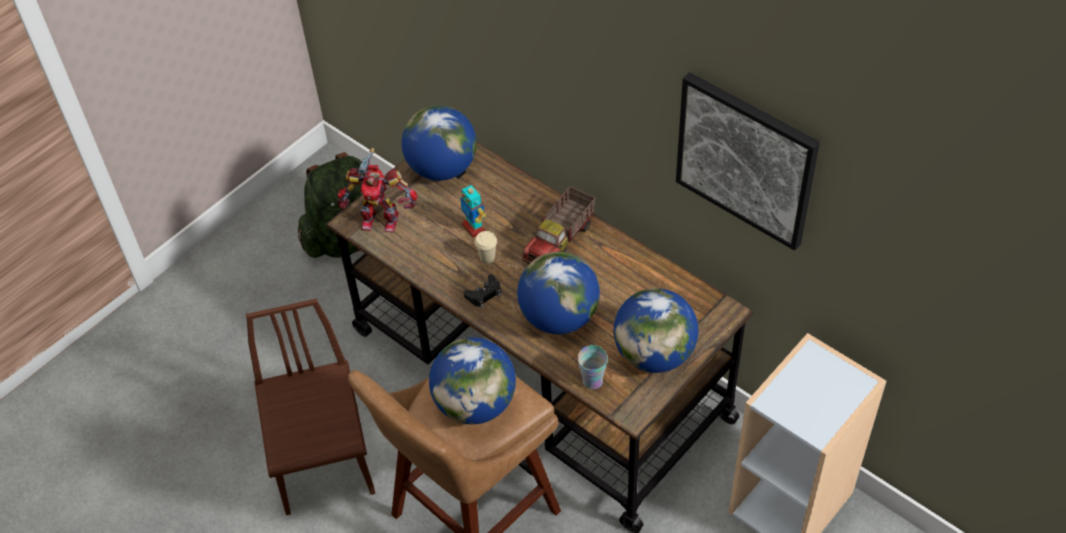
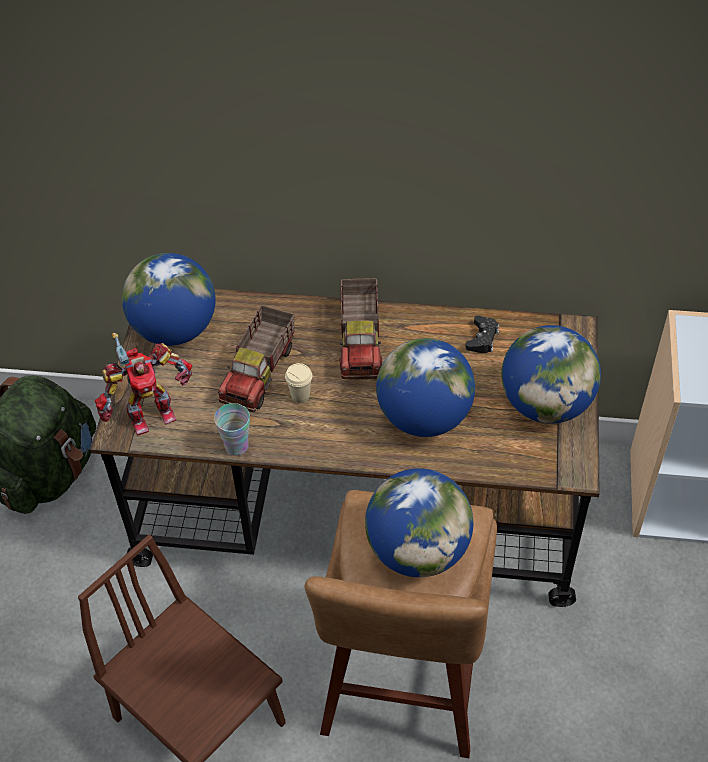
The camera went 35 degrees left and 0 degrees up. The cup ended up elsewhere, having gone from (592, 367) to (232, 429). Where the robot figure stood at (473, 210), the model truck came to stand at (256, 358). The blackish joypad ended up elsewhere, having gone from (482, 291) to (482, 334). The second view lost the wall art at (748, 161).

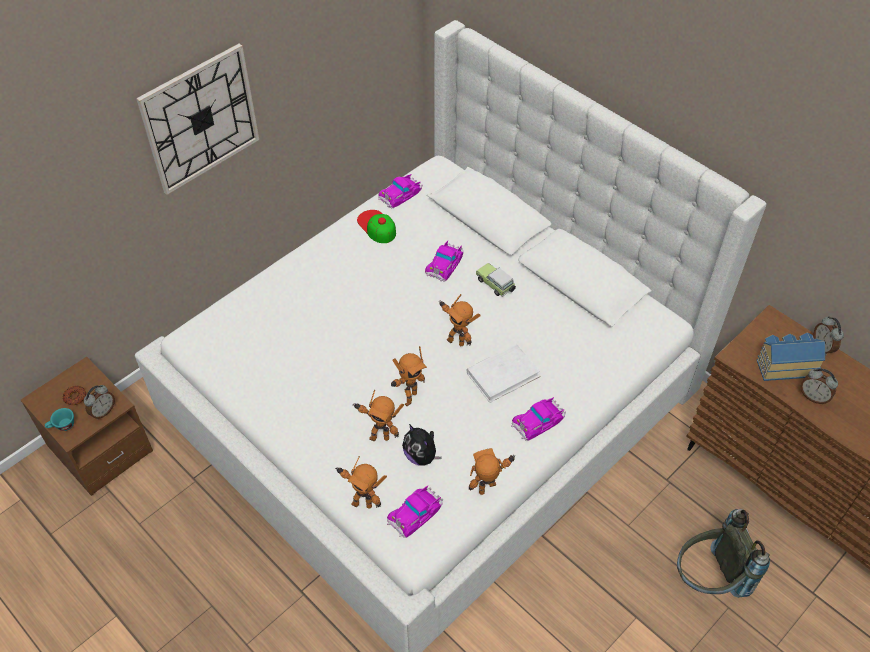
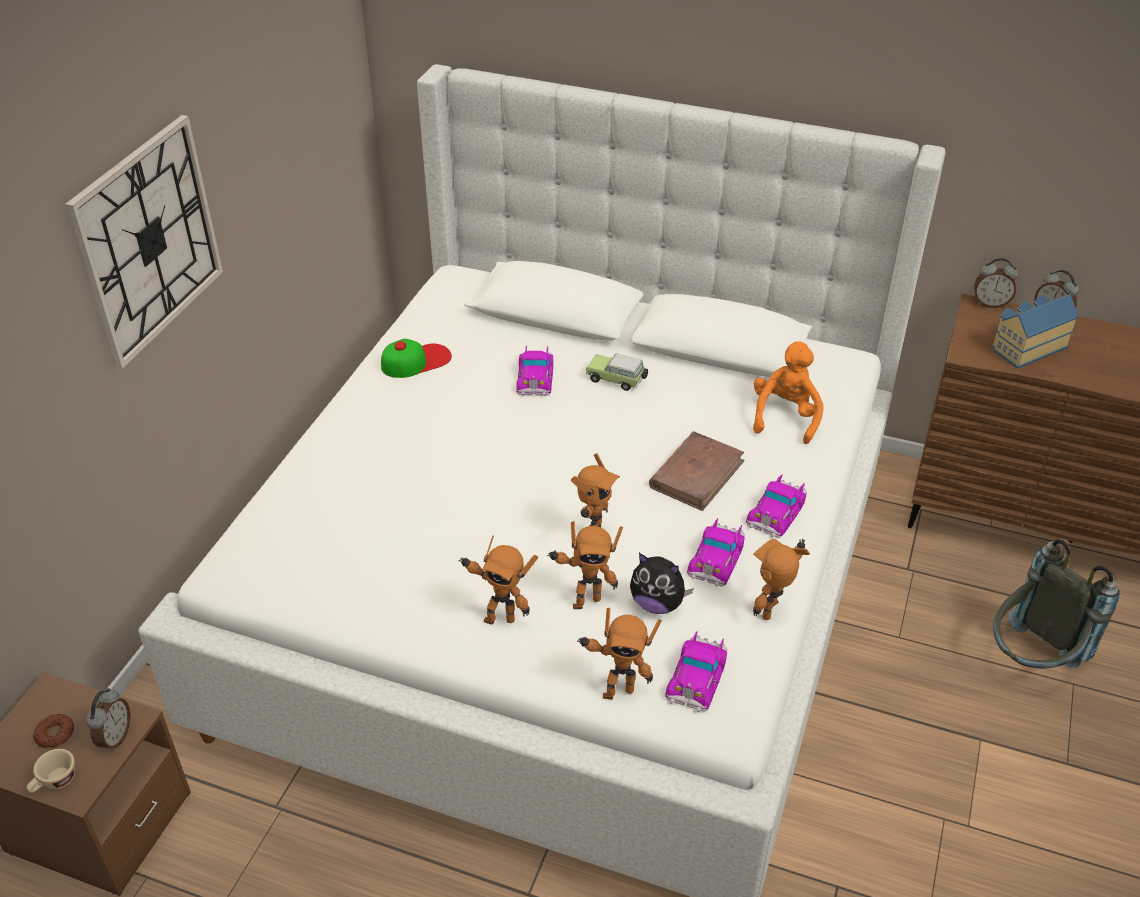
The camera went 25 degrees left and 10 degrees down. What was the blue-green cup at (59, 419) turned into the sand-coloured cup at (51, 771). The cap at (376, 226) ended up facing another way, 120 degrees clockwise from before. The robot figure ended up elsewhere, having gone from (459, 320) to (498, 580). What was the whitish bound book at (503, 373) turned into the brown bound book at (697, 471). The miniature car ended up elsewhere, having gone from (400, 191) to (716, 552). The second view gained the orange cuddly toy at (788, 392). The table clock ended up elsewhere, having gone from (819, 386) to (996, 283).

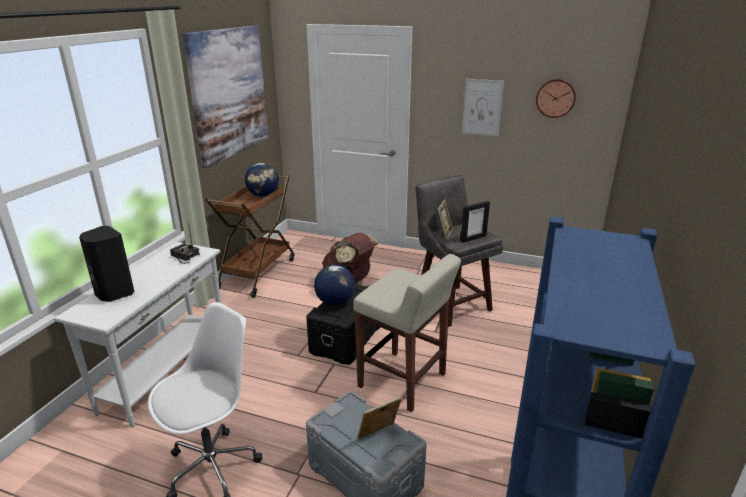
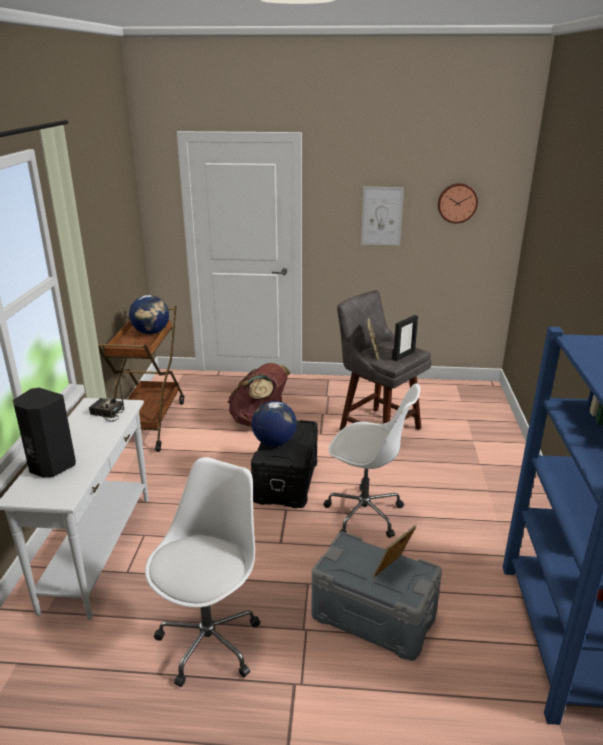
The camera went 15 degrees left and 0 degrees up. Where the sand-coloured stool seat stood at (407, 333), the whitish computer chair came to stand at (372, 460). The second view lost the wall art at (225, 96).

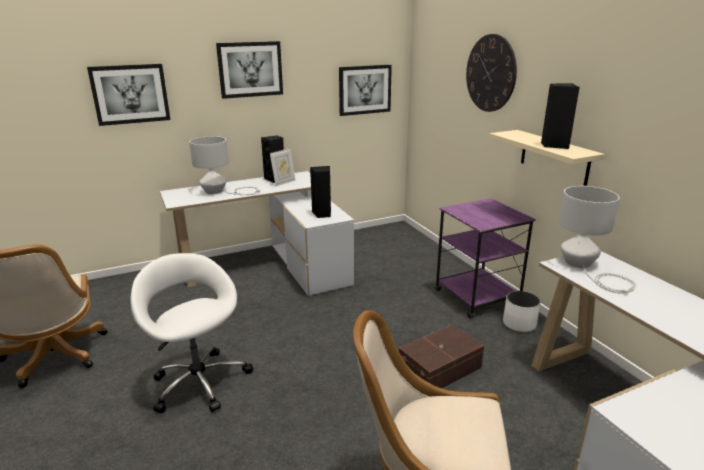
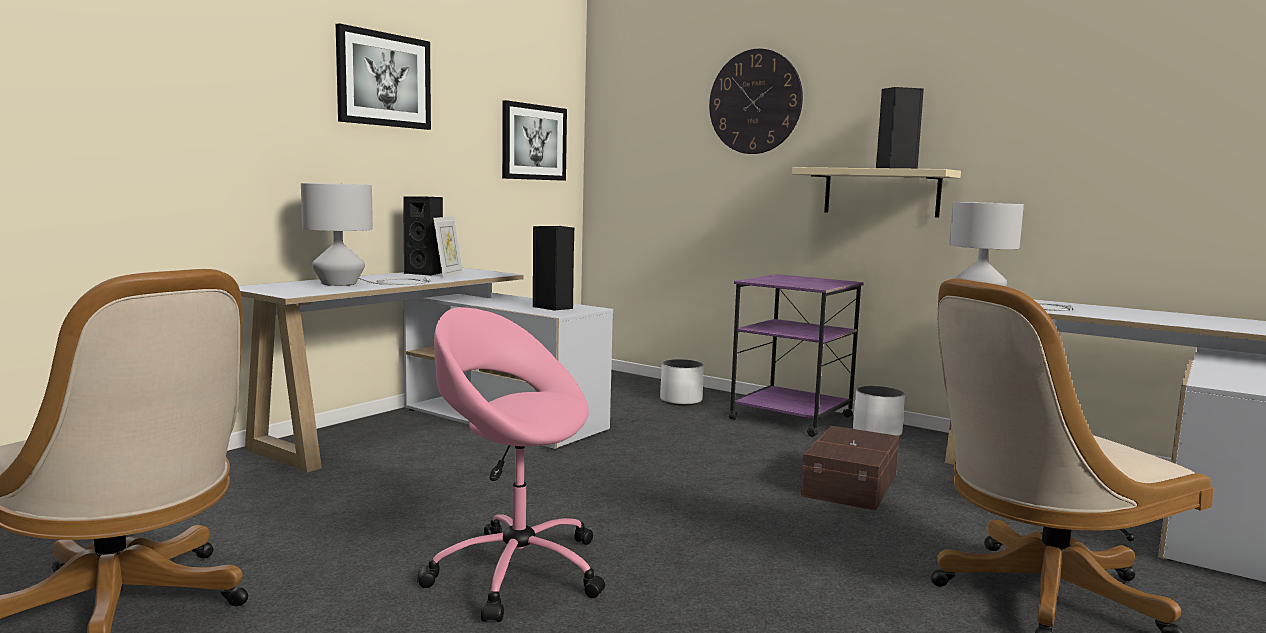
The camera went 30 degrees left and 15 degrees down. What was the whitish computer chair at (191, 333) turned into the pink-coloured computer chair at (511, 464). The second view gained the whitish plant pot at (682, 382). The second view lost the wall art at (128, 95).

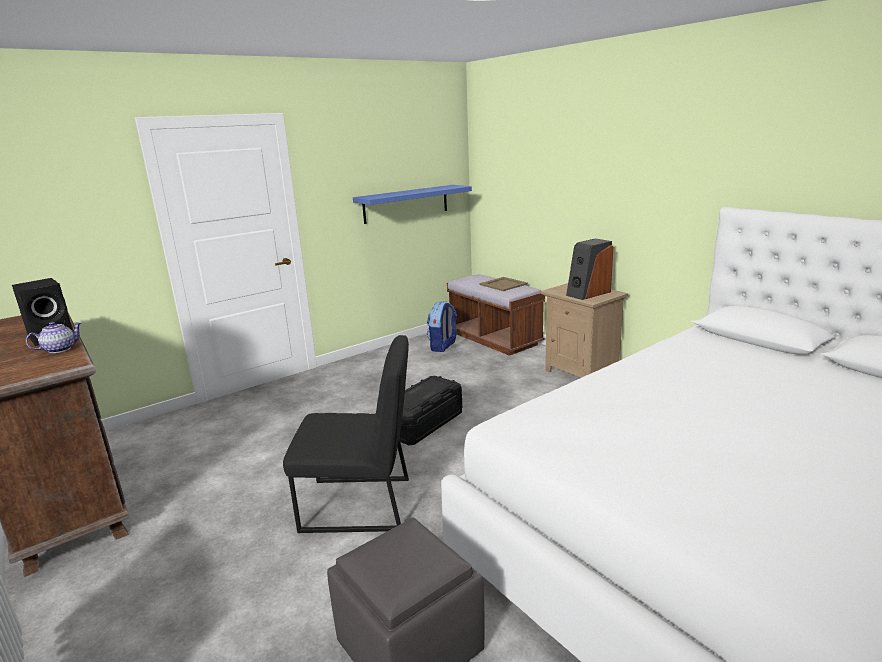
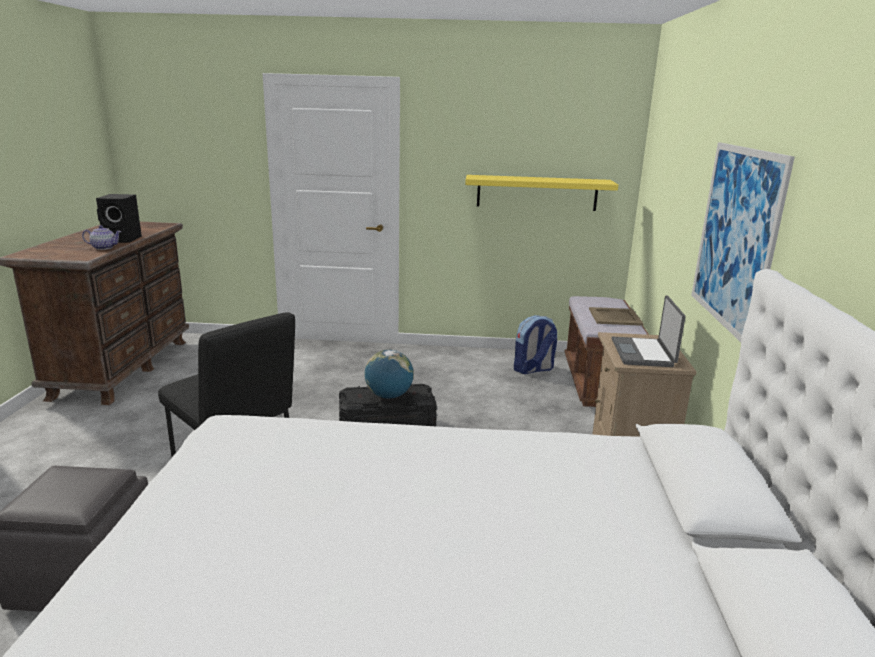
The camera went 40 degrees right and 0 degrees up. The second view gained the world globe at (389, 374). What was the blue-coloured wall shelf at (412, 204) turned into the yellow wall shelf at (541, 193). Where the audio speaker stood at (590, 269), the laptop came to stand at (648, 331). The second view gained the wall art at (743, 242).

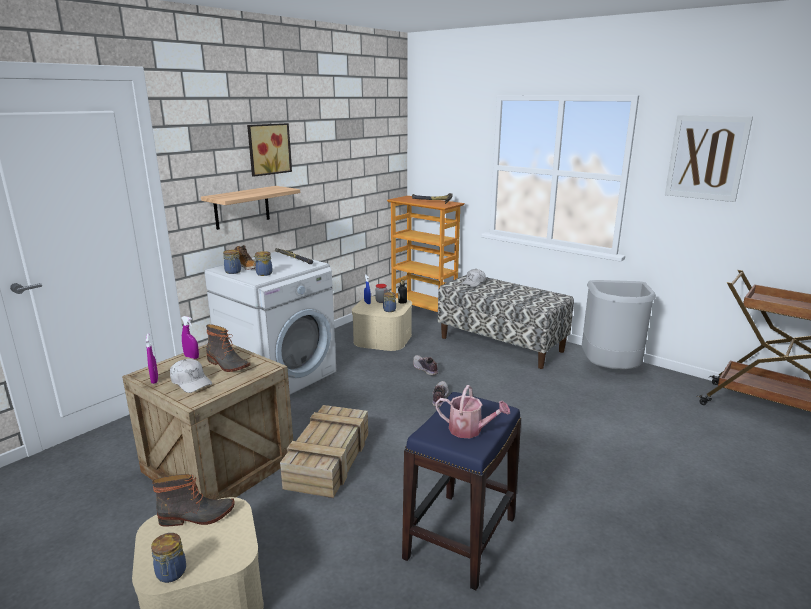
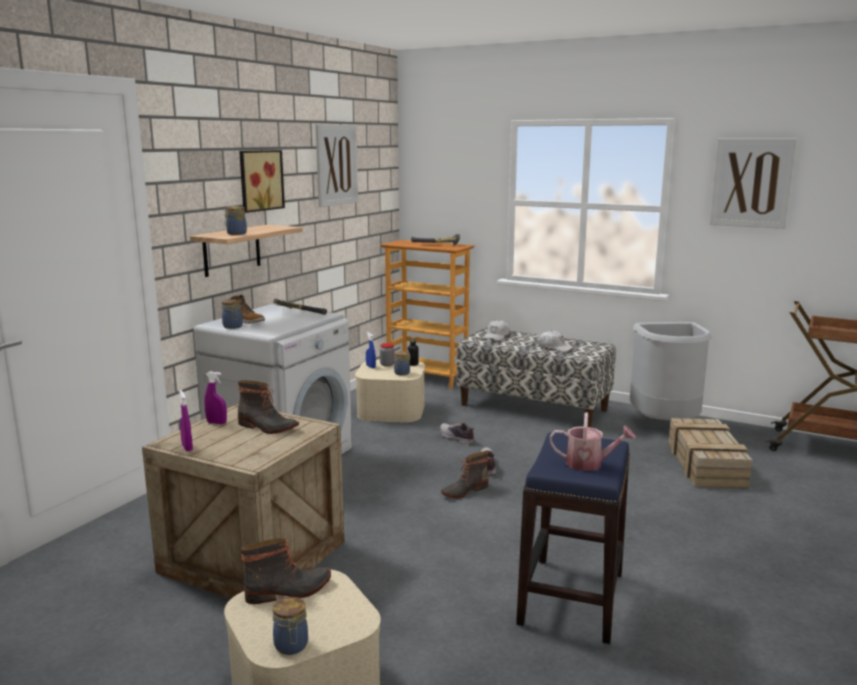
The camera went 10 degrees left and 5 degrees down. The jar ended up elsewhere, having gone from (263, 263) to (235, 220). The second view gained the wall art at (336, 165). The second view gained the high-top boot at (465, 475). The whitish cap ended up elsewhere, having gone from (191, 376) to (555, 341). The shipping crate ended up elsewhere, having gone from (324, 451) to (710, 453).

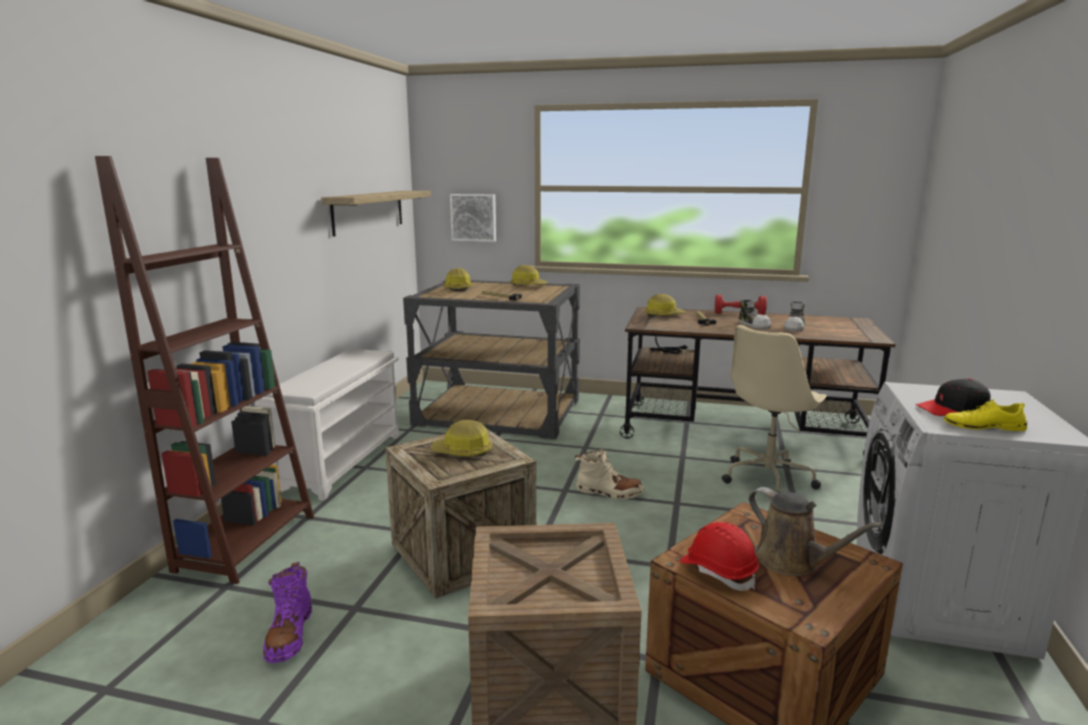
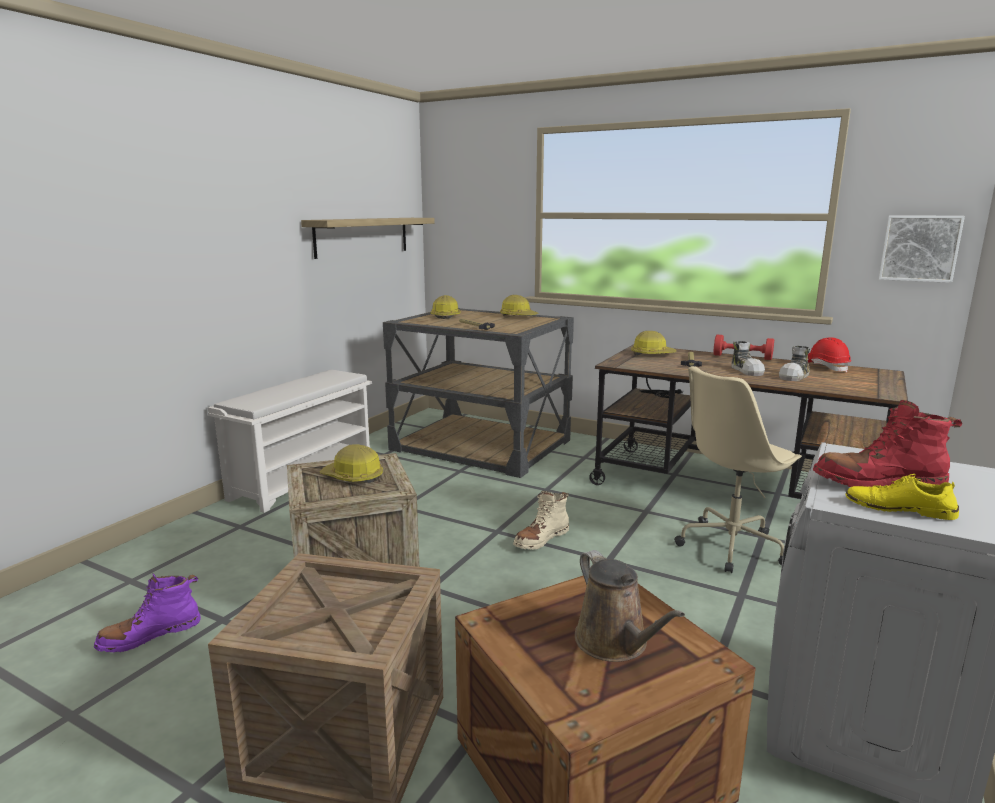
The camera went 15 degrees right and 0 degrees up. The purplish high-top boot at (287, 612) ended up facing another way, 45 degrees clockwise from before. The sand-coloured high-top boot at (609, 474) ended up facing another way, 105 degrees clockwise from before. The red-coloured work helmet ended up elsewhere, having gone from (719, 556) to (829, 354). Where the blackish cap stood at (953, 397), the red-coloured high-top boot came to stand at (887, 443). The wall art ended up elsewhere, having gone from (473, 218) to (922, 249). The second view lost the brown bookcase at (204, 370).

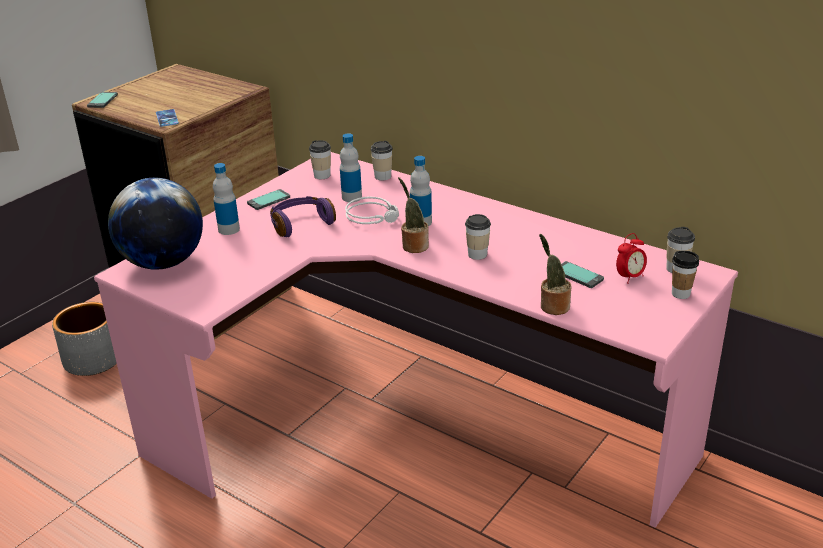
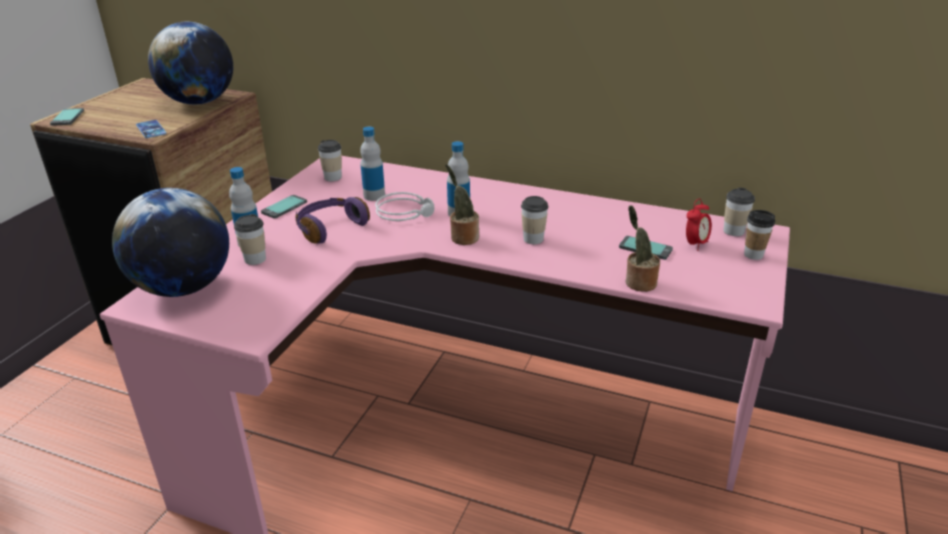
The camera went 15 degrees left and 0 degrees up. The second view gained the world globe at (190, 63). The cup ended up elsewhere, having gone from (382, 160) to (250, 239). The second view lost the grey plant pot at (84, 339).

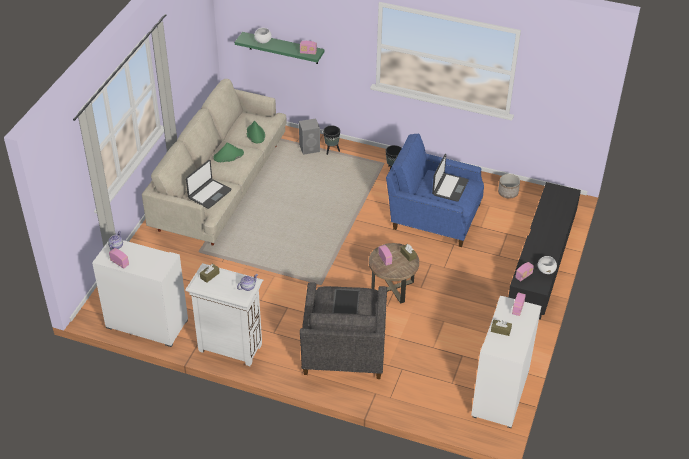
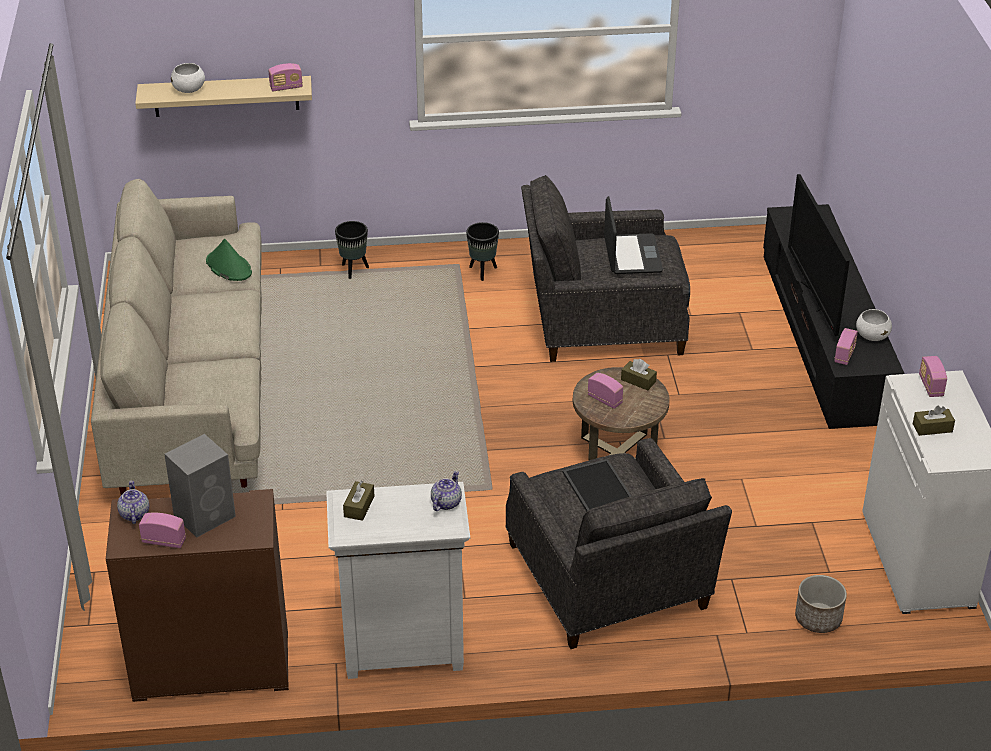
The camera went 25 degrees left and 5 degrees down. What was the whitish cupboard at (140, 293) turned into the brown cupboard at (197, 595). What was the green wall shelf at (280, 48) turned into the sand-coloured wall shelf at (223, 96). The grey audio speaker ended up elsewhere, having gone from (309, 136) to (200, 486). What was the blue-coloured easy chair at (435, 190) turned into the grey easy chair at (605, 268). The second view gained the television at (819, 255). The plant pot ended up elsewhere, having gone from (509, 186) to (821, 604). The second view lost the laptop at (209, 184). The second view lost the green hat at (228, 152).

